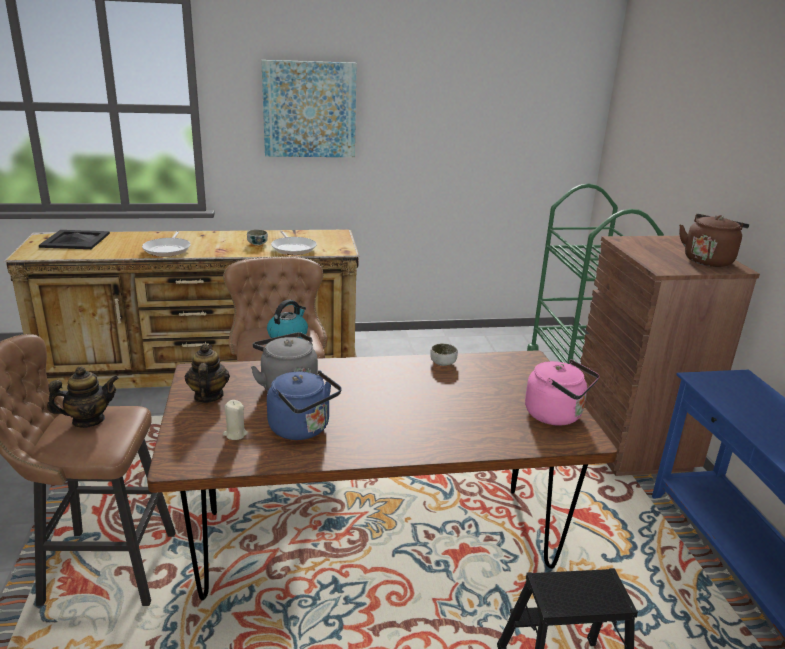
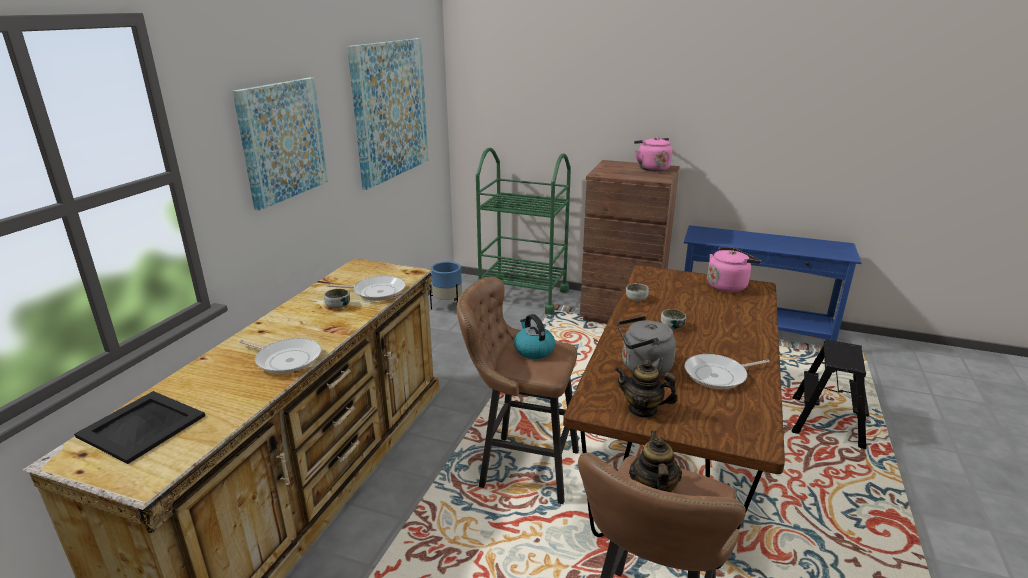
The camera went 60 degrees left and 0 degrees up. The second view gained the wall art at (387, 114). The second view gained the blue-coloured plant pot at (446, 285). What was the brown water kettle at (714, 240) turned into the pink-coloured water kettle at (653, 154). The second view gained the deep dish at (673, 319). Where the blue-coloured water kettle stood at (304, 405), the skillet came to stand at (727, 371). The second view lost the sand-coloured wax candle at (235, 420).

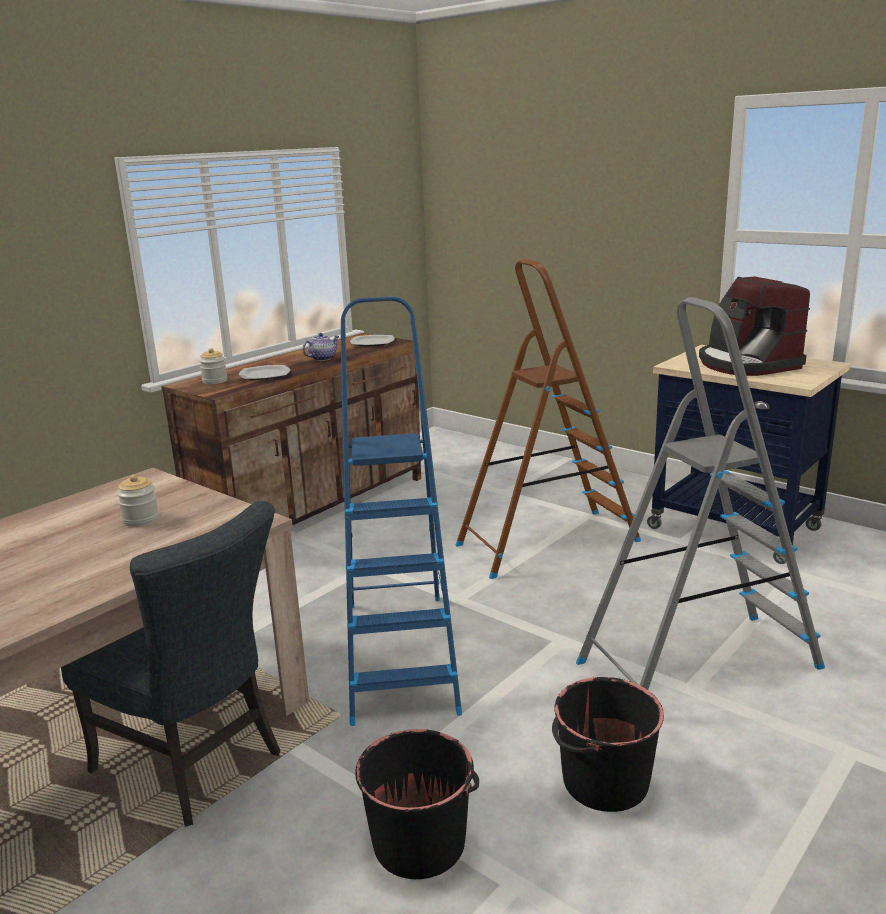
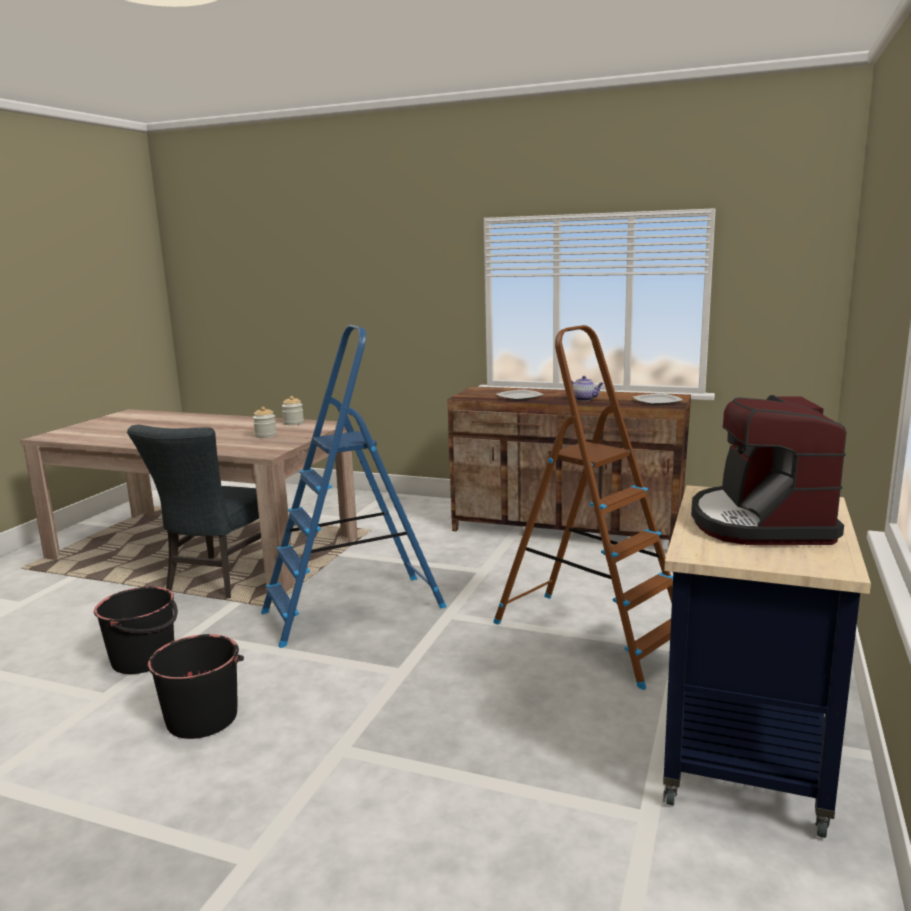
The camera went 70 degrees right and 5 degrees down. The jar ended up elsewhere, having gone from (213, 366) to (293, 410). The coffee maker at (754, 326) ended up facing another way, 45 degrees counterclockwise from before. The second view lost the grey step ladder at (700, 493).

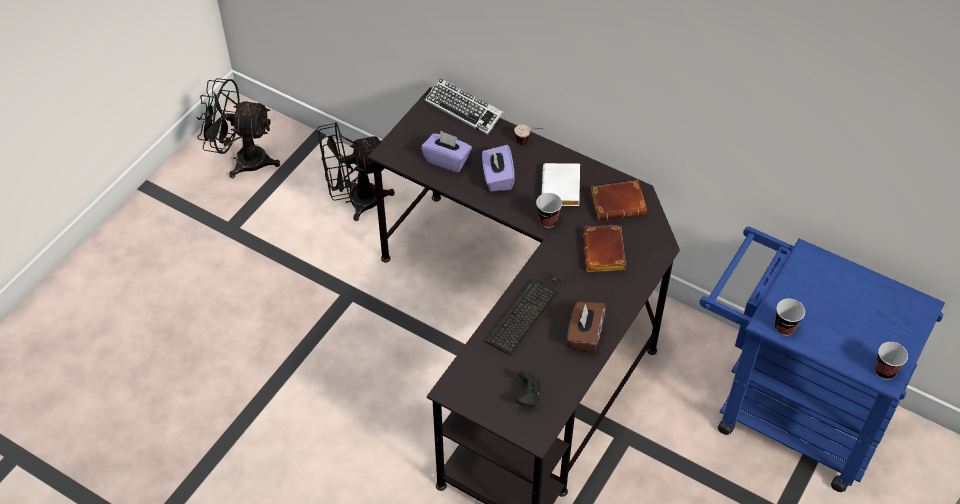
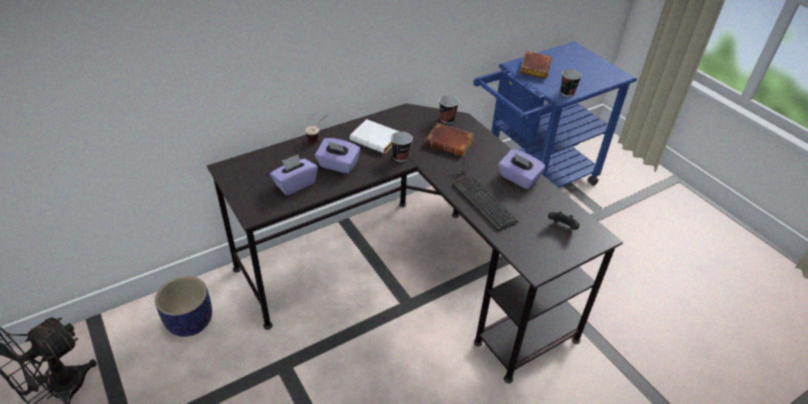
The camera went 65 degrees left and 10 degrees down. Where the blackish fan stood at (356, 171), the plant pot came to stand at (183, 306). The cup ended up elsewhere, having gone from (891, 361) to (449, 110). What was the brown tissue box at (586, 327) turned into the purplish tissue box at (521, 169). The brown bound book ended up elsewhere, having gone from (618, 200) to (536, 65). The second view lost the PC keyboard at (464, 106).

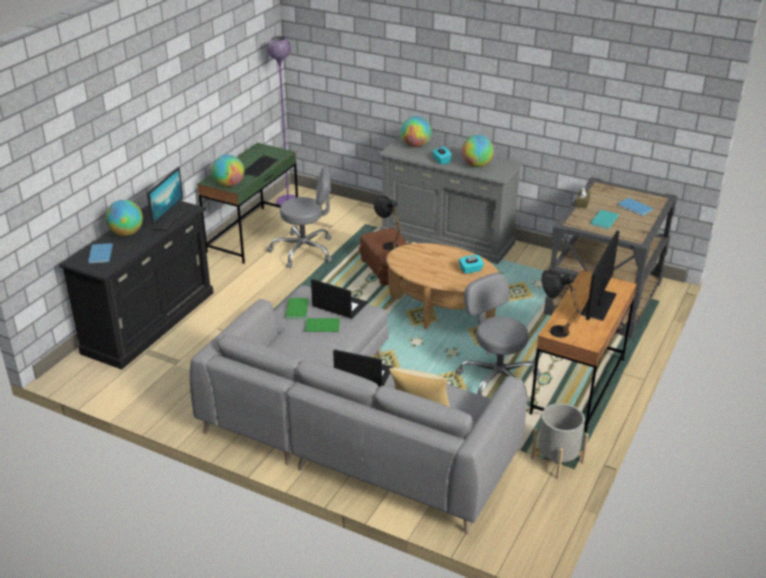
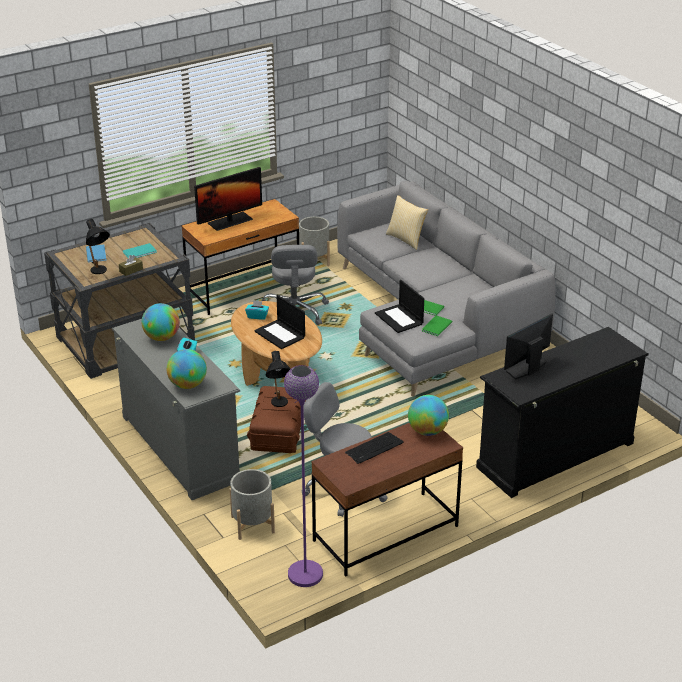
The camera went 150 degrees left and 0 degrees up. The blackish lamp for a table ended up elsewhere, having gone from (561, 304) to (98, 246). The second view gained the grey plant pot at (252, 504). The laptop ended up elsewhere, having gone from (363, 368) to (279, 322). What was the green desk table at (247, 203) turned into the brown desk table at (387, 500). The second view lost the blue-coloured bound book at (100, 253). The second view lost the world globe at (124, 218).

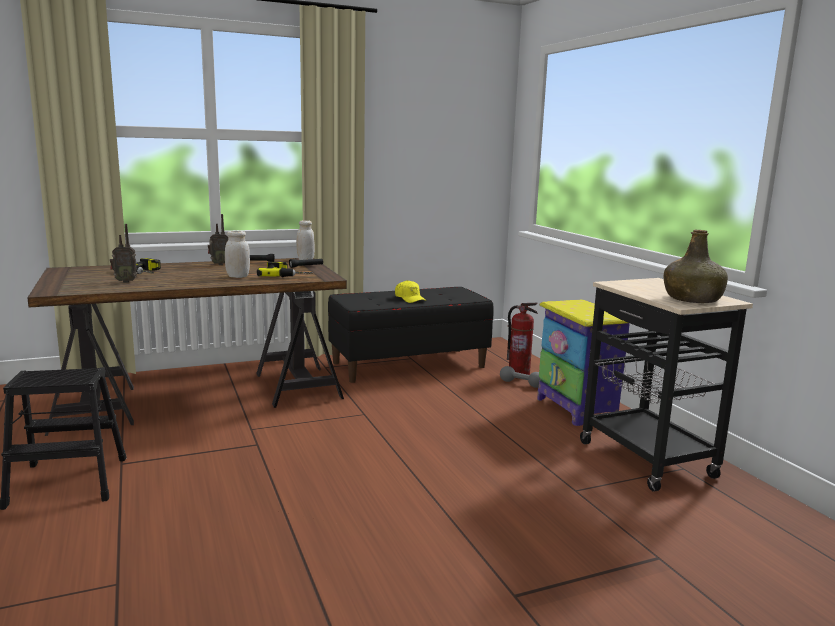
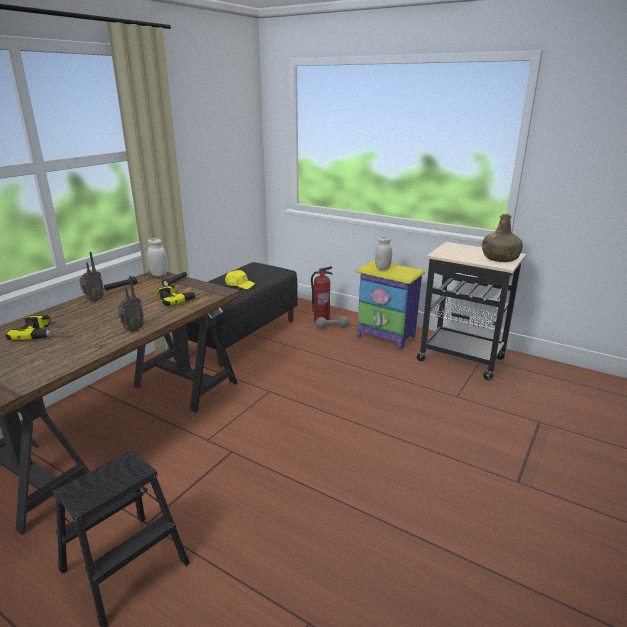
The camera went 35 degrees left and 10 degrees up. The radio ended up elsewhere, having gone from (123, 253) to (131, 304). The whitish jar ended up elsewhere, having gone from (237, 254) to (383, 253).

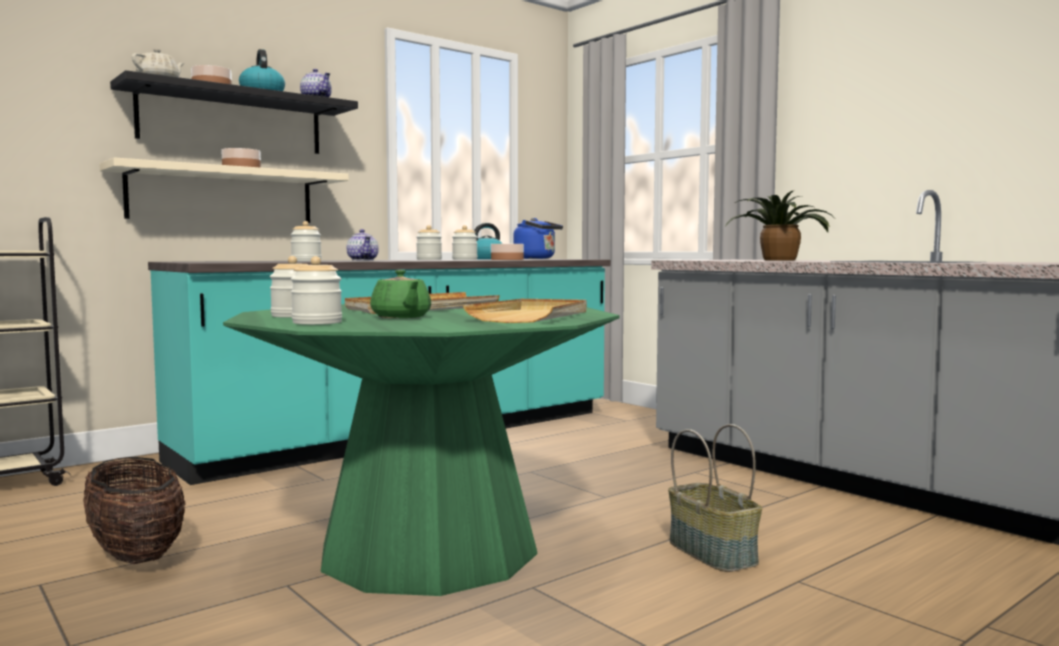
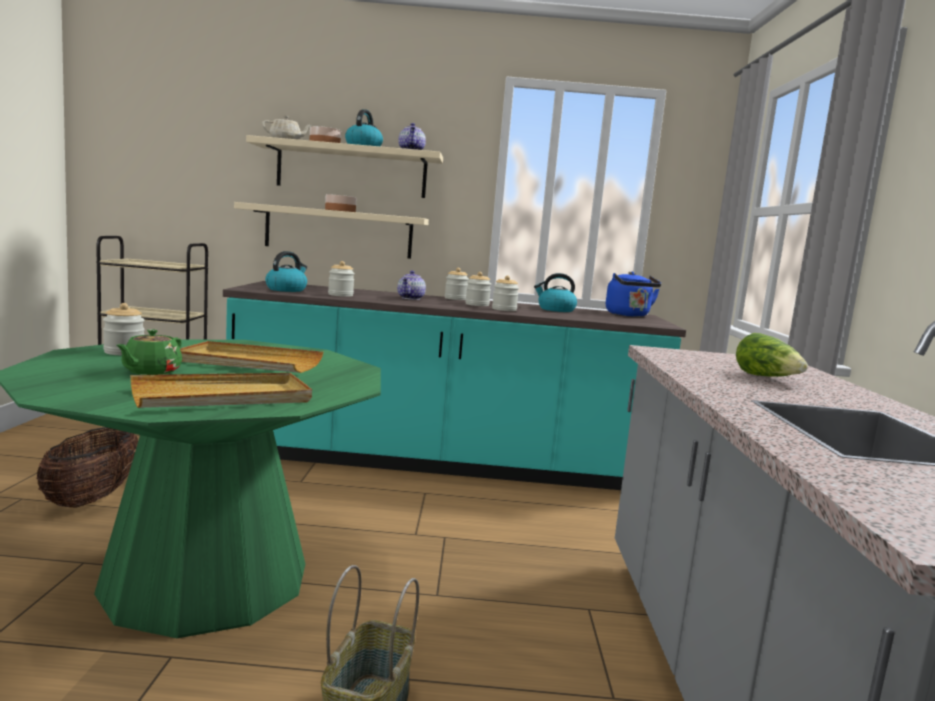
The camera went 40 degrees right and 5 degrees up. What was the blackish wall shelf at (234, 112) turned into the sand-coloured wall shelf at (344, 166). The second view gained the water kettle at (286, 271). The jar ended up elsewhere, having gone from (316, 290) to (457, 284). Where the houseplant stood at (779, 225), the head of lettuce came to stand at (772, 355). The second view lost the deep dish at (507, 252).

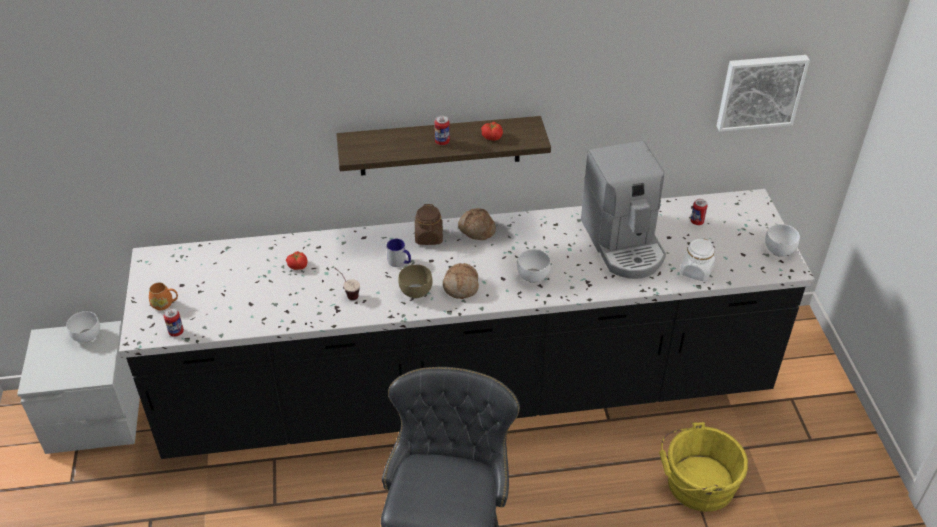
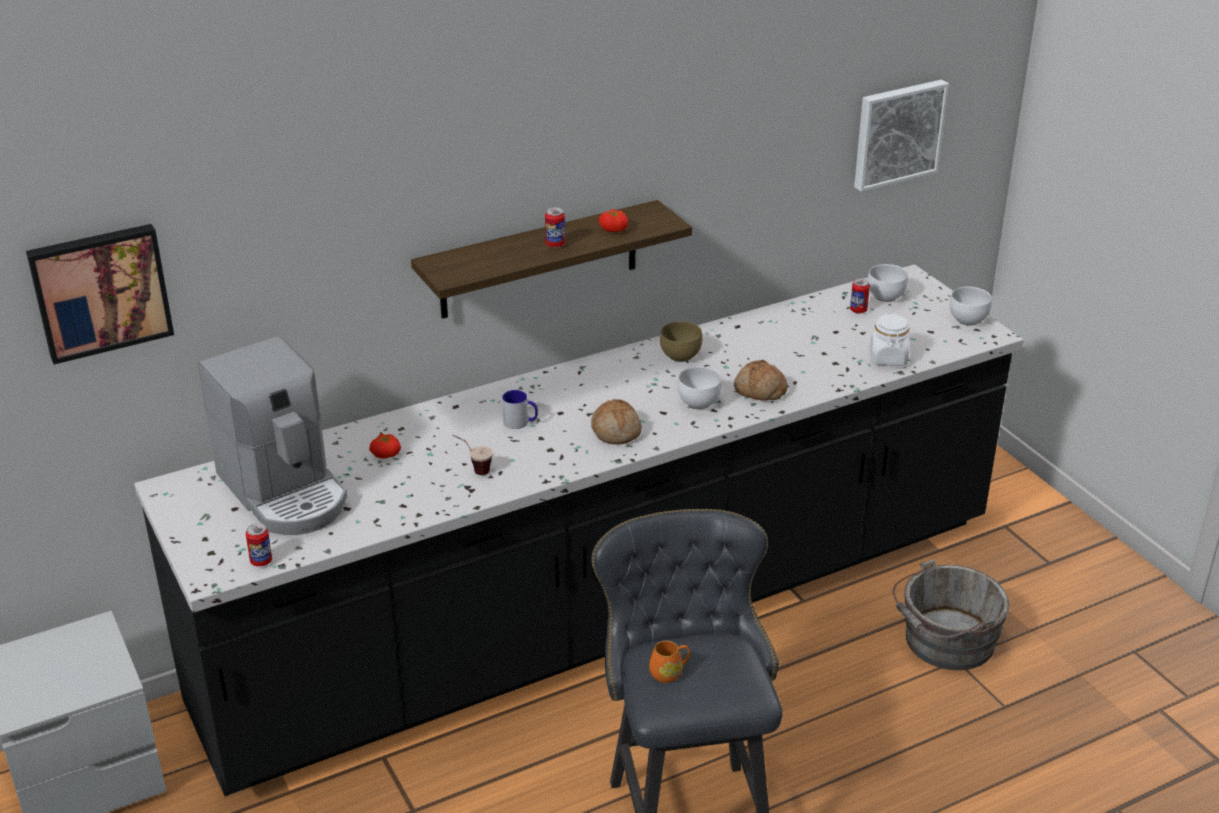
The camera went 20 degrees left and 10 degrees down. The second view gained the wall art at (100, 294). The coffee maker ended up elsewhere, having gone from (623, 210) to (272, 435). The orange coffee mug ended up elsewhere, having gone from (163, 296) to (669, 662). The brown deep dish ended up elsewhere, having gone from (415, 281) to (681, 341). The bread ended up elsewhere, having gone from (477, 224) to (761, 380). The whitish deep dish ended up elsewhere, having gone from (83, 327) to (888, 283). What was the yellow pail at (703, 467) turned into the grey pail at (951, 614). The second view lost the brown jar at (429, 224).

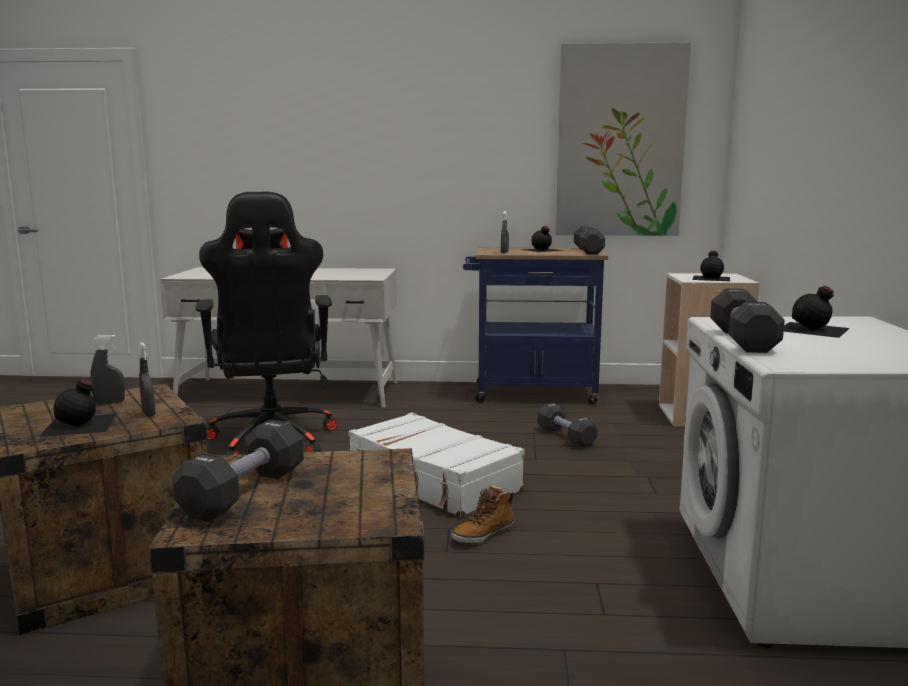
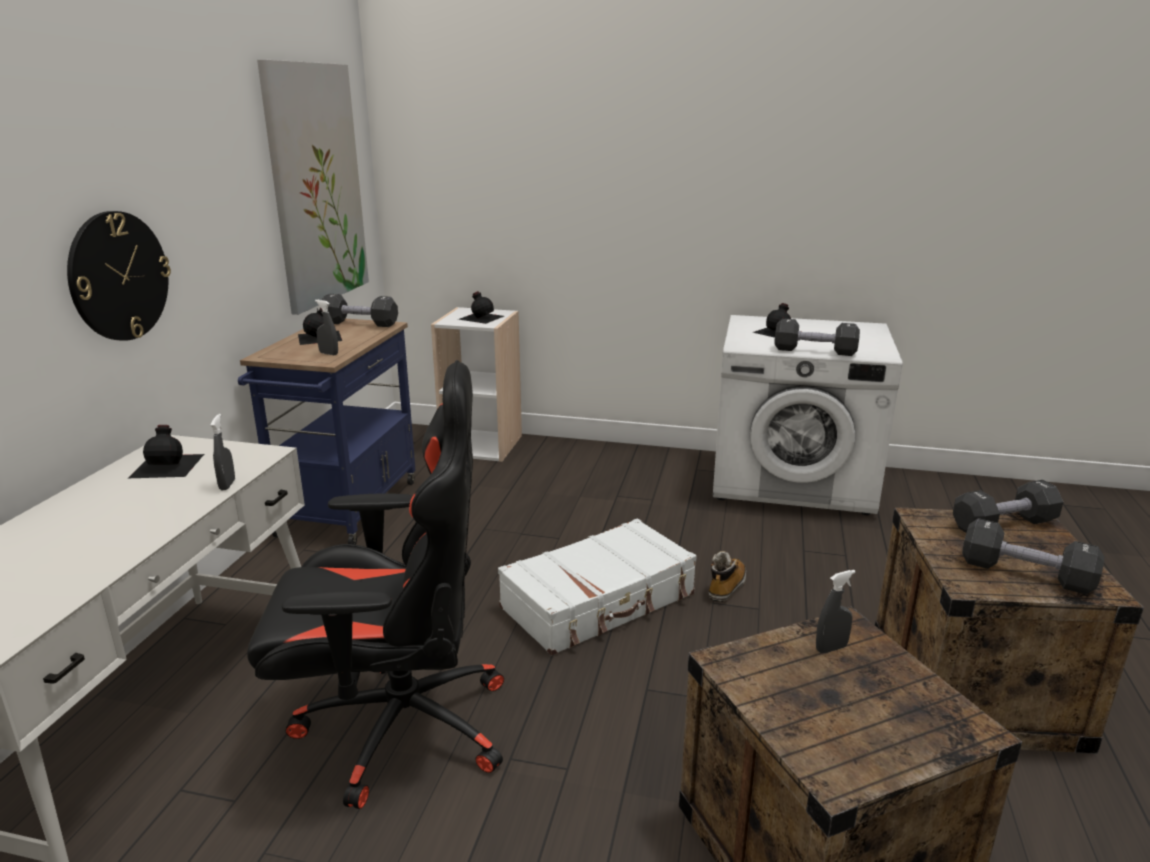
The camera went 80 degrees left and 10 degrees up. The second view gained the wall clock at (119, 276). The blackish drink bottle ended up elsewhere, having gone from (78, 408) to (166, 451). The grey hand sprayer ended up elsewhere, having gone from (107, 369) to (223, 452). The high-top boot at (482, 514) ended up facing another way, 120 degrees counterclockwise from before. The blackish hand weight ended up elsewhere, having gone from (568, 425) to (1008, 506).

